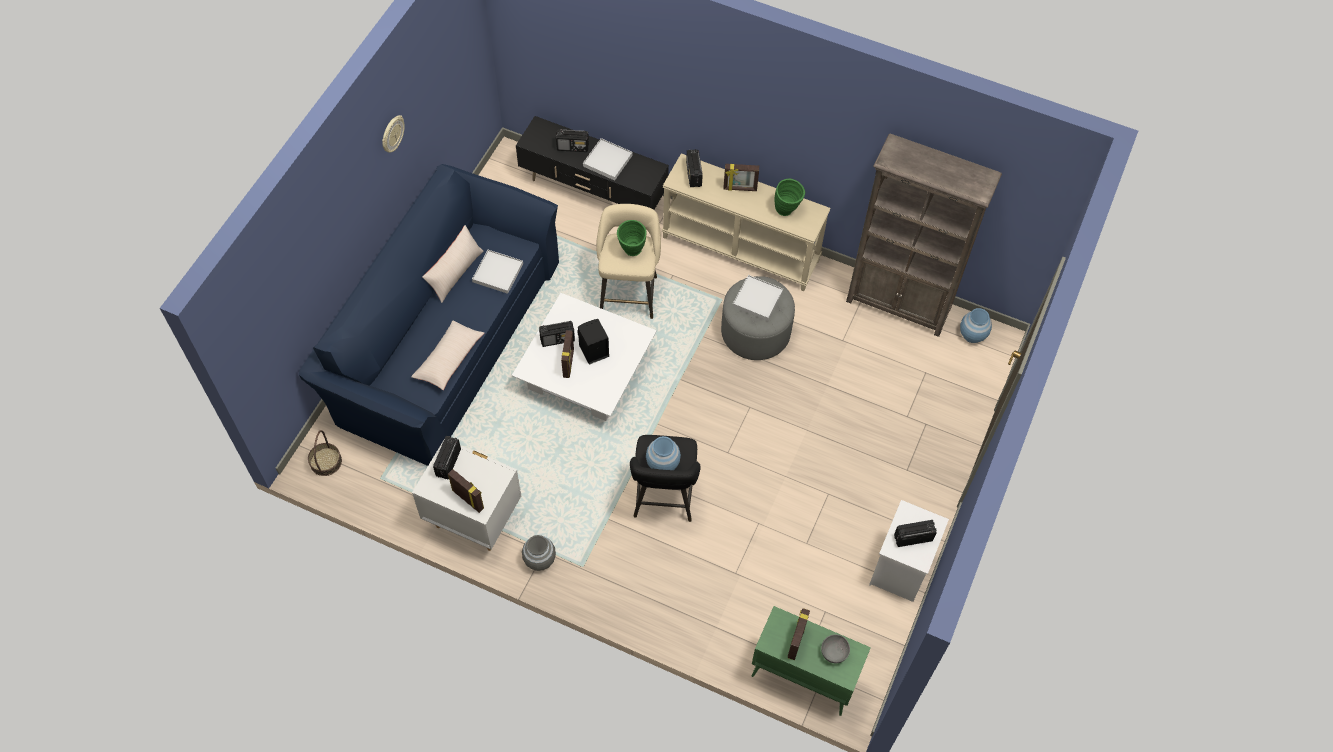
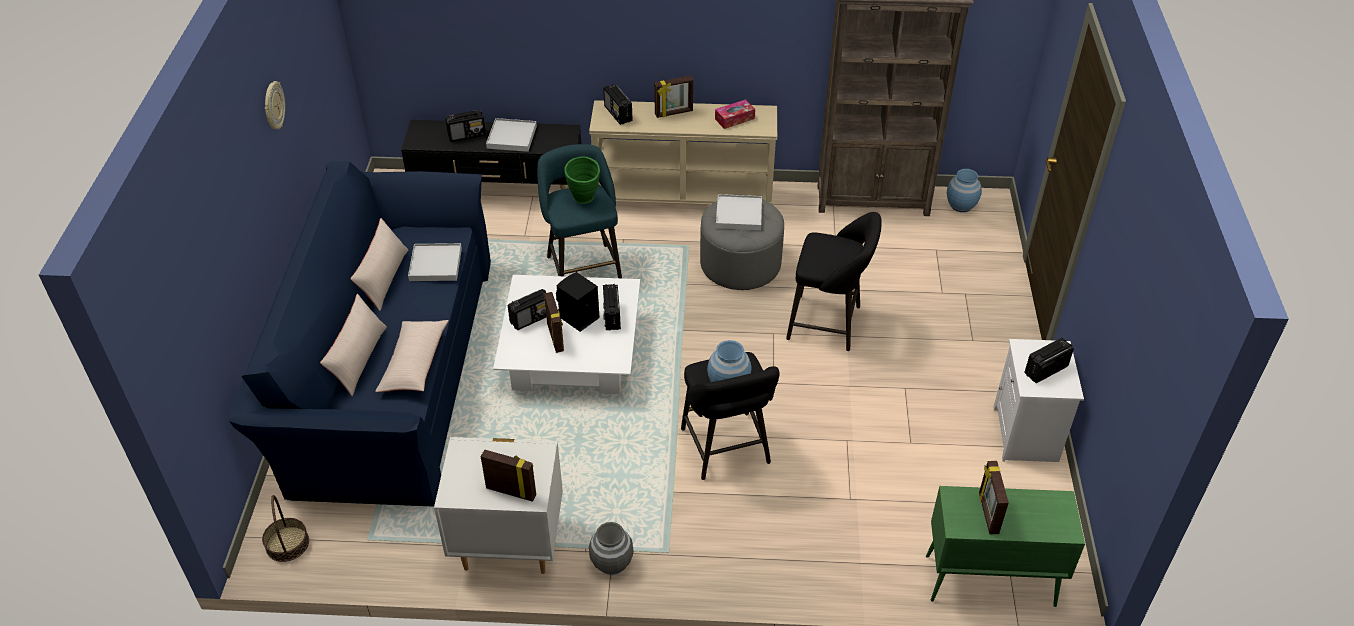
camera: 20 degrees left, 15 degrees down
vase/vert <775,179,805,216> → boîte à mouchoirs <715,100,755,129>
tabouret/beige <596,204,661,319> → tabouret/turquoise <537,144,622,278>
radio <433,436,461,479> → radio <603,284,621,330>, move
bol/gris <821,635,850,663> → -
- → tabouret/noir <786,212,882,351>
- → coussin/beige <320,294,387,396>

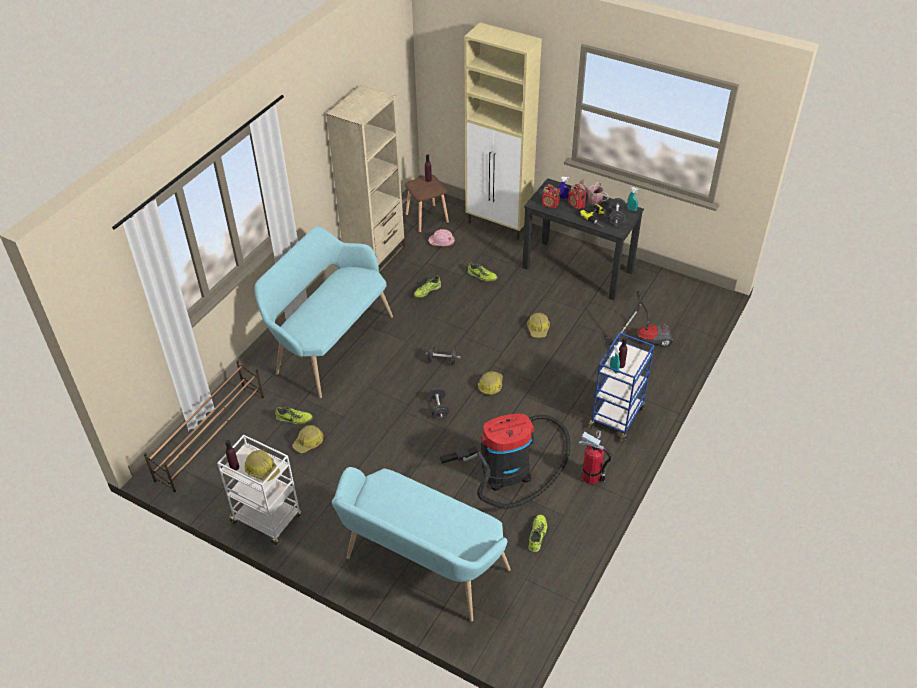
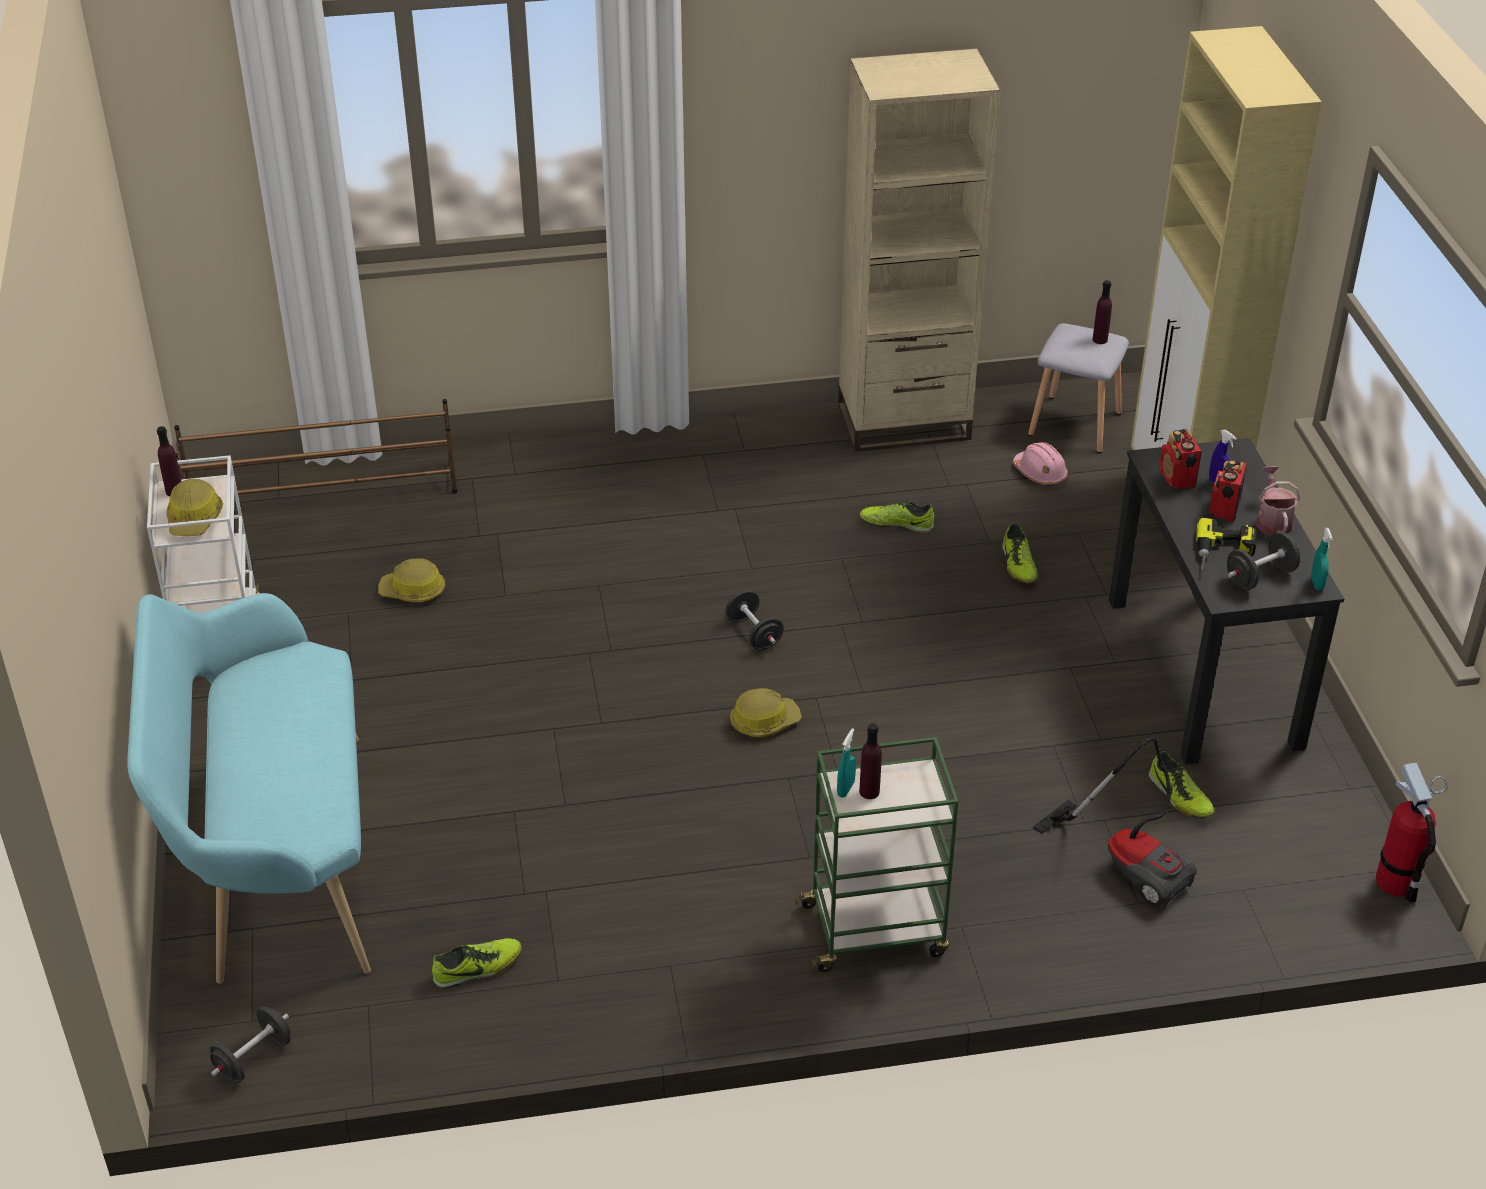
camera: 50 degrees right, 5 degrees down
tabouret/marron <405,175,449,233> → tabouret/gris <1028,323,1129,453>
banc/turquoise <254,226,393,398> → -
casque de chantier <527,313,550,338> → -
chariot/bleu <587,332,655,443> → chariot/vert <795,737,958,972>
haltère/noir <428,388,449,418> → haltère/noir <210,1007,290,1083>, move
chaussure <275,407,313,424> → chaussure <1149,751,1214,819>, move
aspirateur <440,414,571,509> → -
extincteur <578,430,612,484> → extincteur <1376,763,1448,903>, move

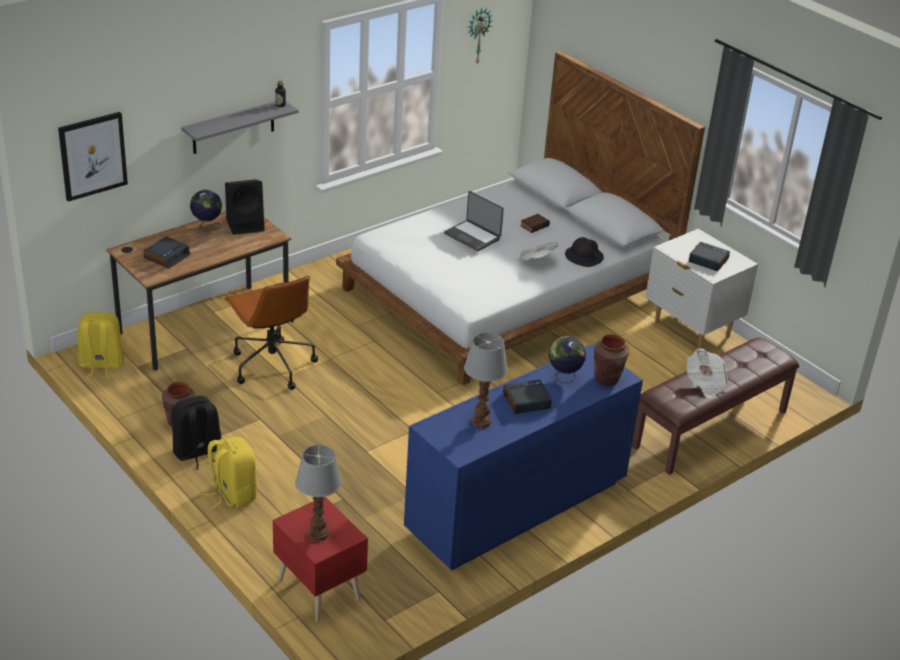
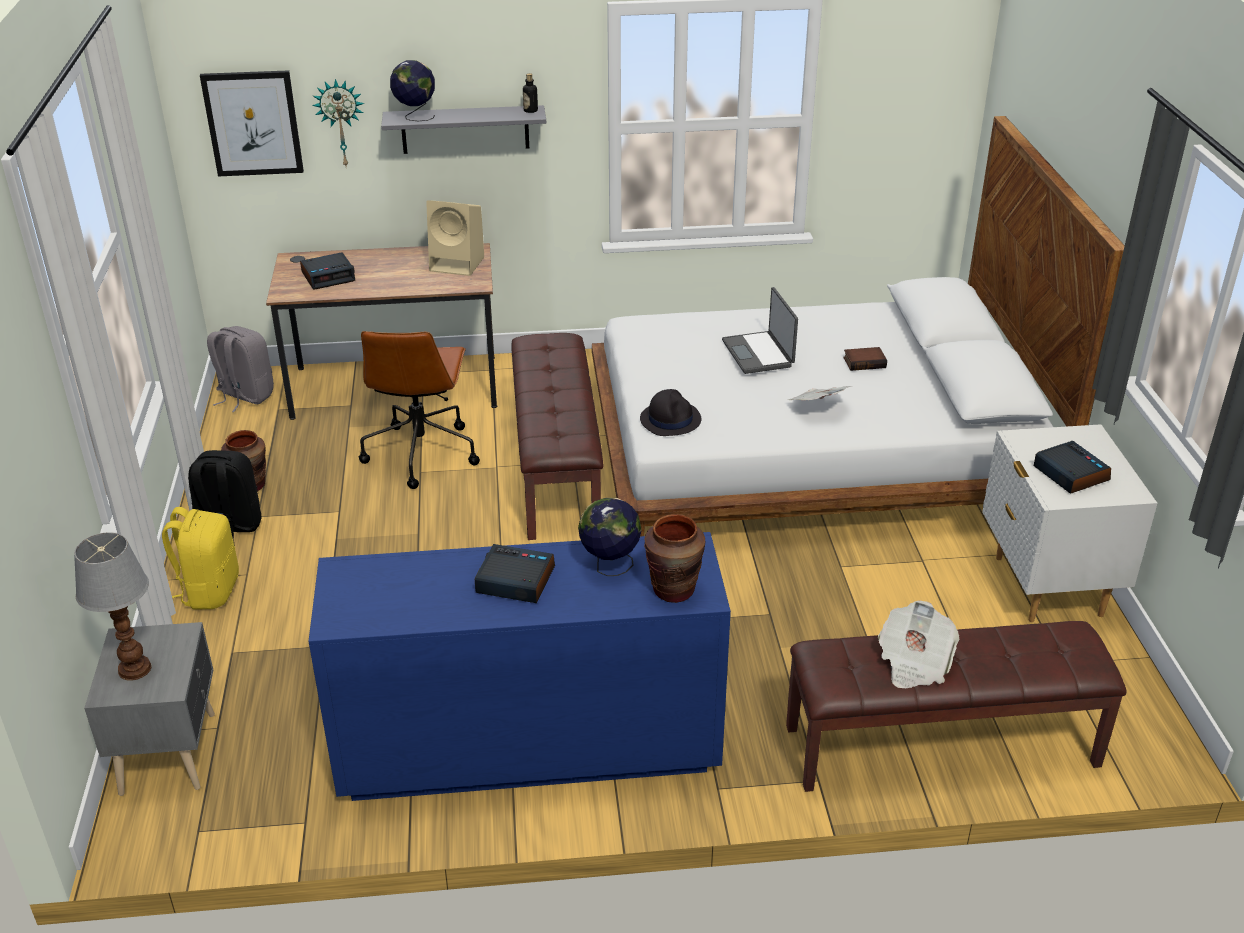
camera: 35 degrees right, 0 degrees up
horloge murale <468,8,494,65> → horloge murale <312,79,364,166>, move
enceinte/noir <225,179,265,235> → enceinte/beige <426,200,484,276>
globe <190,190,222,231> → globe <390,60,435,121>, move
chapeau/noir <565,237,604,267> → chapeau/noir <640,389,701,436>, move
sac à dos/jaune <77,312,124,378> → sac à dos/gris <207,326,274,412>
lampe de table <464,333,508,428> → -
table de chevet/rouge <273,497,368,622> → table de chevet/gris <84,622,215,796>
- → banc/marron <511,333,603,540>

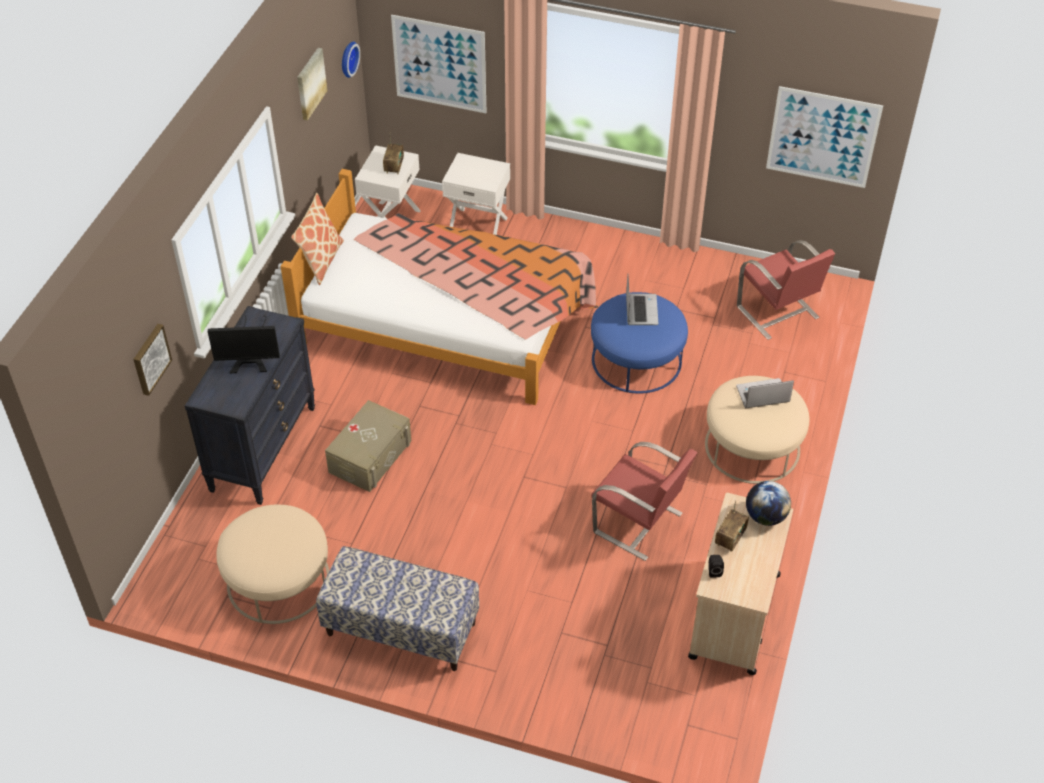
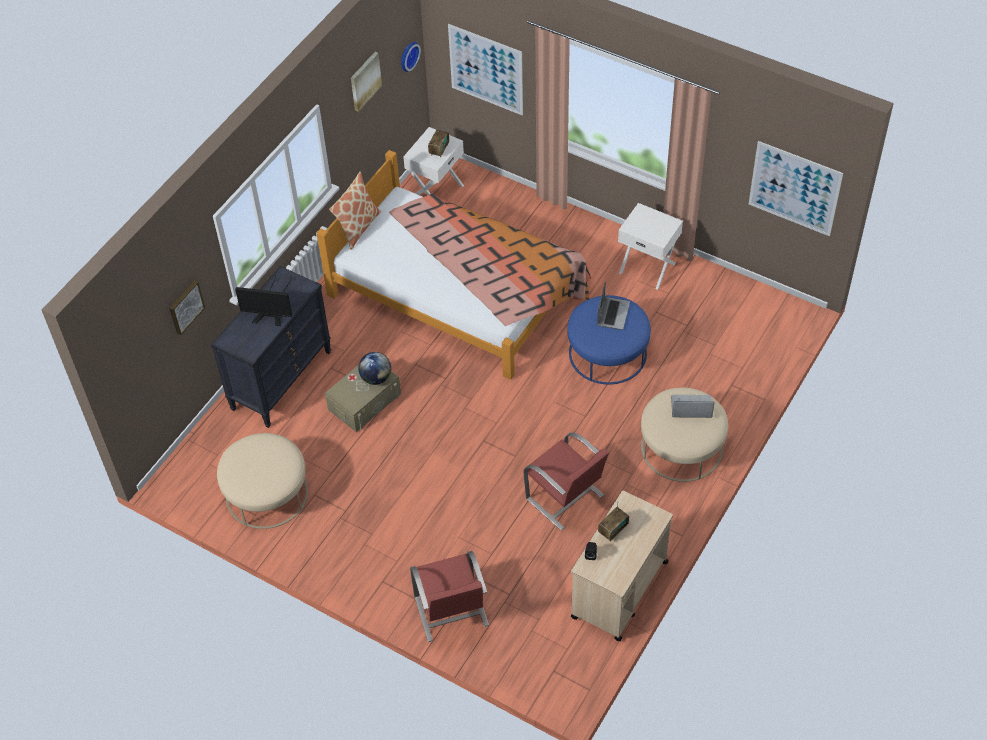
camera: 15 degrees right, 5 degrees up
table de chevet/blanc <442,153,510,235> → table de chevet/blanc <618,203,683,290>, move
chaise/rouge <737,240,835,340> → chaise/rouge <410,551,489,642>, move
globe <746,481,791,526> → globe <358,352,391,385>, move
banc <316,546,479,671> → -

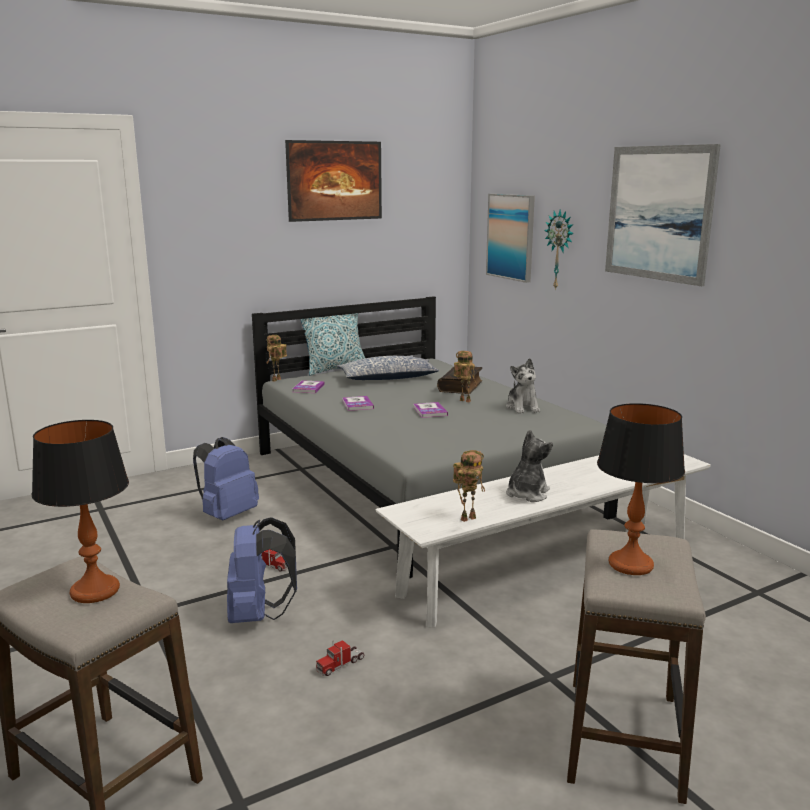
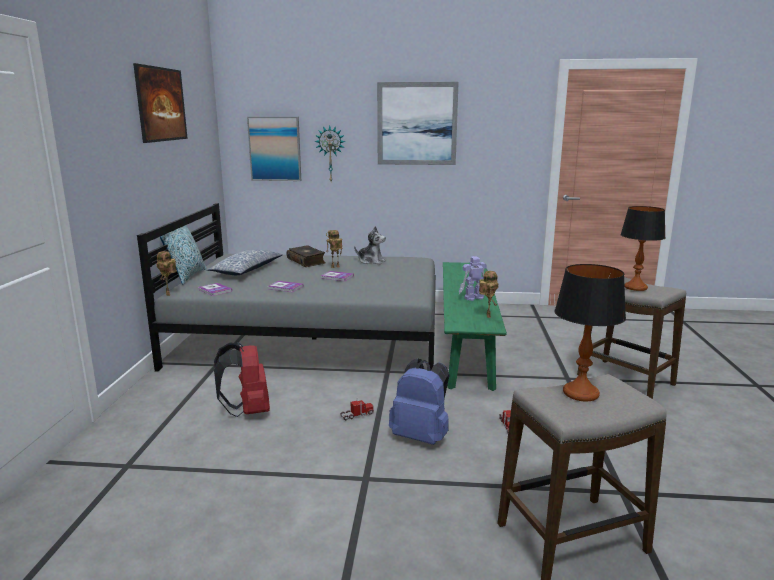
camera: 55 degrees left, 0 degrees up
peluche <506,429,553,502> → robot jouet <459,256,487,301>
sac à dos/bleu <193,437,259,521> → sac à dos/rouge <214,342,270,417>
banc/blanc <376,454,711,628> → banc/vert <443,262,507,391>

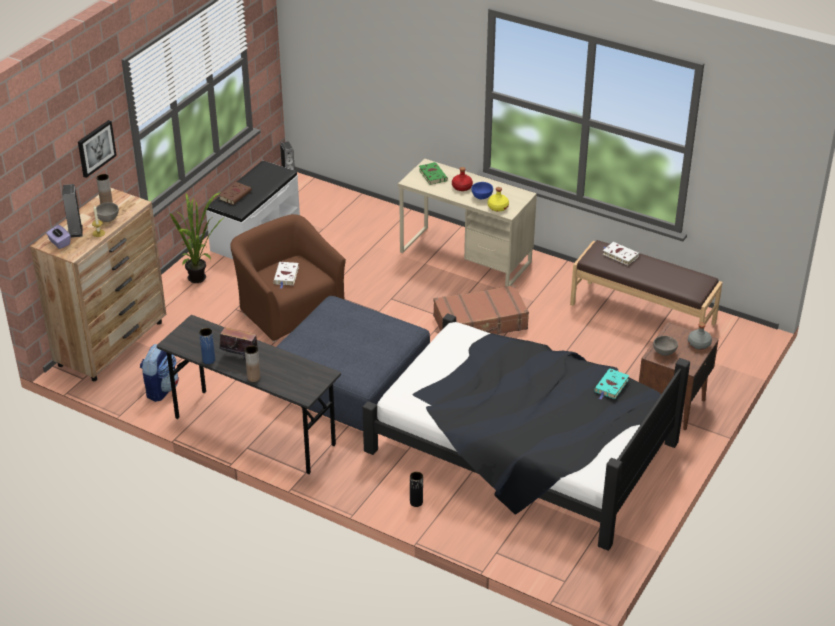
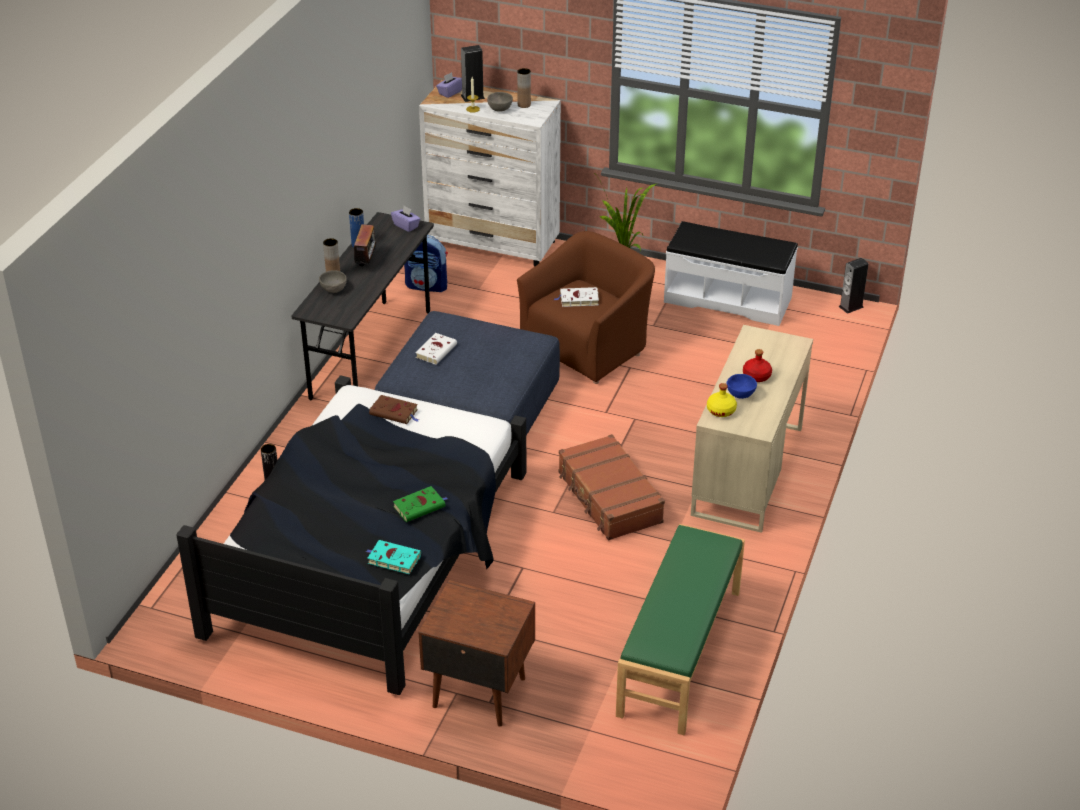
camera: 80 degrees right, 0 degrees up
tableau <78,120,117,178> → -
livre/vert <419,162,448,185> → livre/vert <393,486,448,522>, move
livre/marron <219,182,252,205> → livre/marron <369,395,419,424>, move
commode/marron <30,188,166,381> → commode/blanc <419,80,561,266>
banc/marron <570,240,723,329> → banc/vert <616,524,745,735>
livre/blanc <603,242,639,266> → livre/blanc <415,333,457,365>, move
bouteille/gris <688,323,712,350> → -
bol/gris <653,336,678,356> → bol/gris <319,270,347,293>, move
- → boîte à mouchoirs/violet <391,206,420,232>

